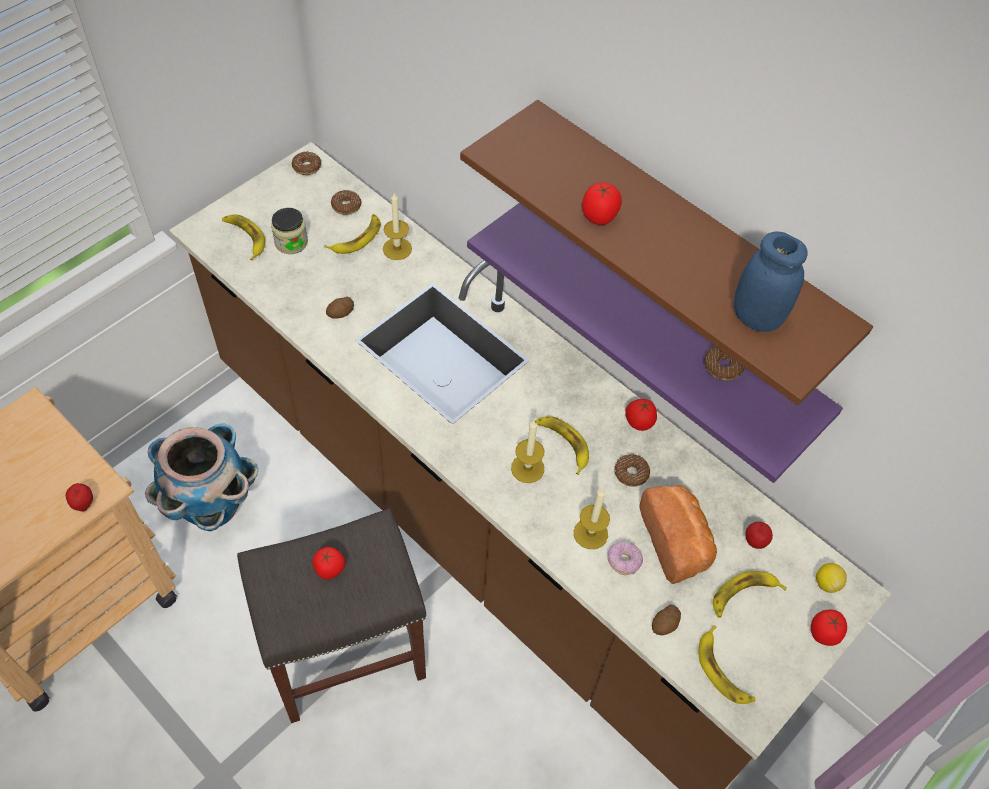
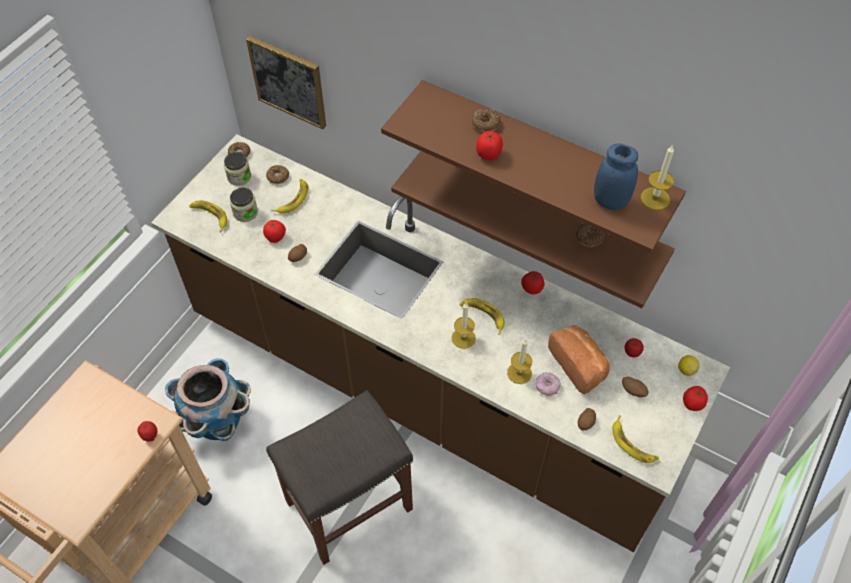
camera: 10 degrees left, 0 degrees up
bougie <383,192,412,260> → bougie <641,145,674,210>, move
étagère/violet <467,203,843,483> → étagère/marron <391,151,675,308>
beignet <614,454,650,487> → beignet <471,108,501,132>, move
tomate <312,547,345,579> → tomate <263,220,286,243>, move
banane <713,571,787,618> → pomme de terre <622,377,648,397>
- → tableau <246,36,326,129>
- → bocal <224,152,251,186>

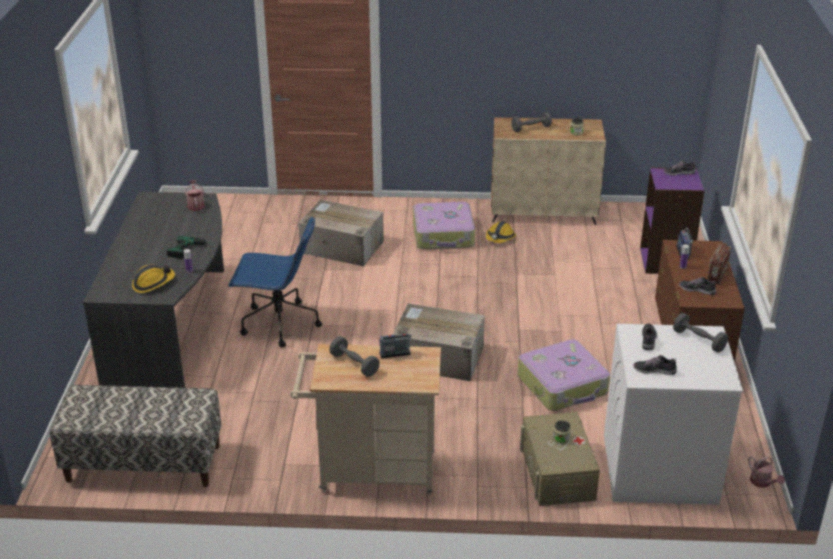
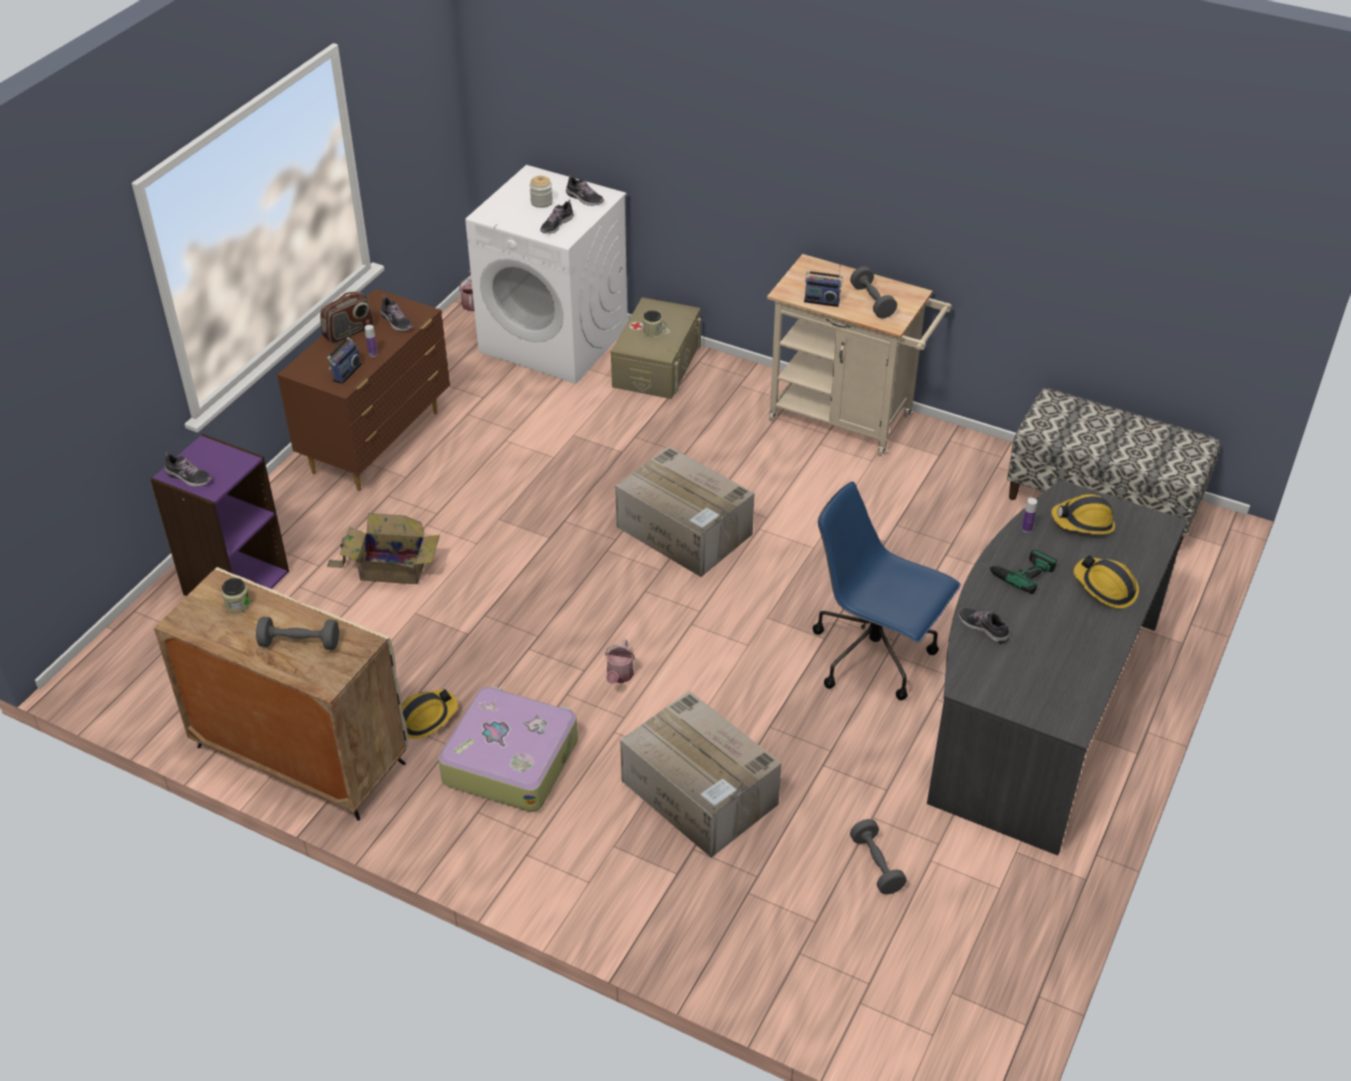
camera: 155 degrees left, 10 degrees up
arrosoir <185,180,205,211> → arrosoir <605,639,635,684>, move
haltère/gris <673,313,728,353> → haltère/gris <850,819,907,895>, move
valise <517,339,610,411> → -
- → bocal <530,175,553,208>
- → carton <327,513,440,584>
- → casque de chantier <1074,555,1139,609>
- → chaussure <959,608,1010,644>

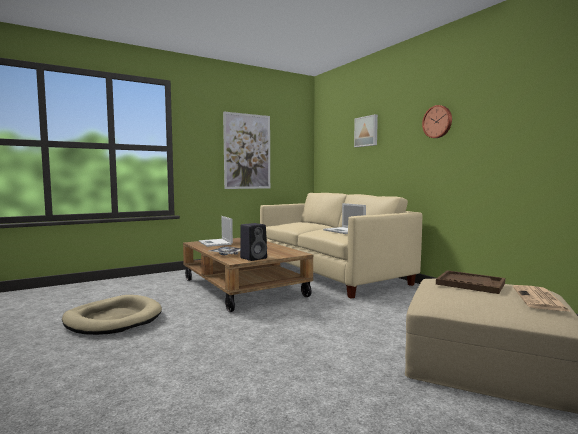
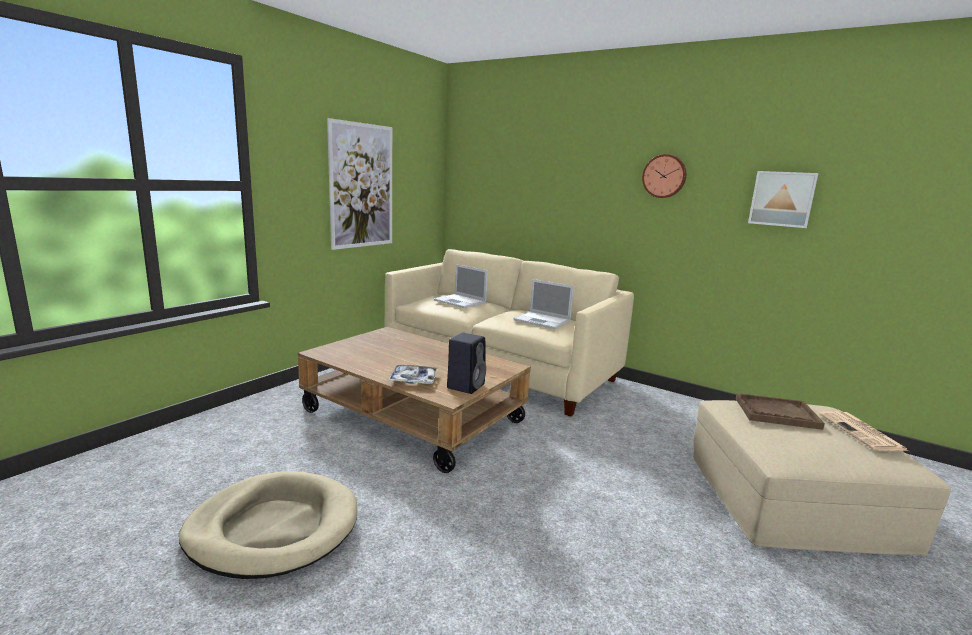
camera: 25 degrees left, 10 degrees up
tableau <354,114,378,147> → tableau <748,171,819,228>, move
ordinateur portable <199,216,233,247> → ordinateur portable <434,264,488,308>, move

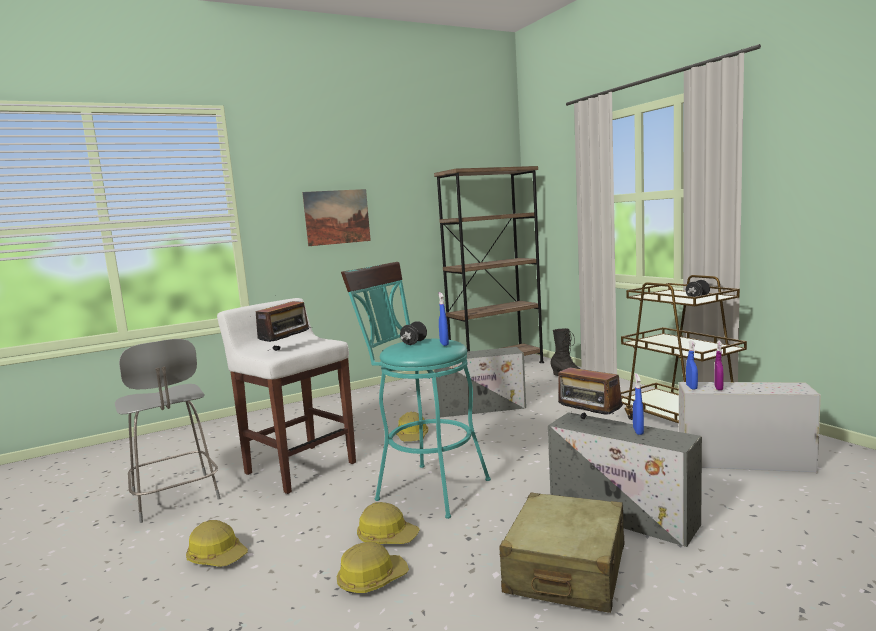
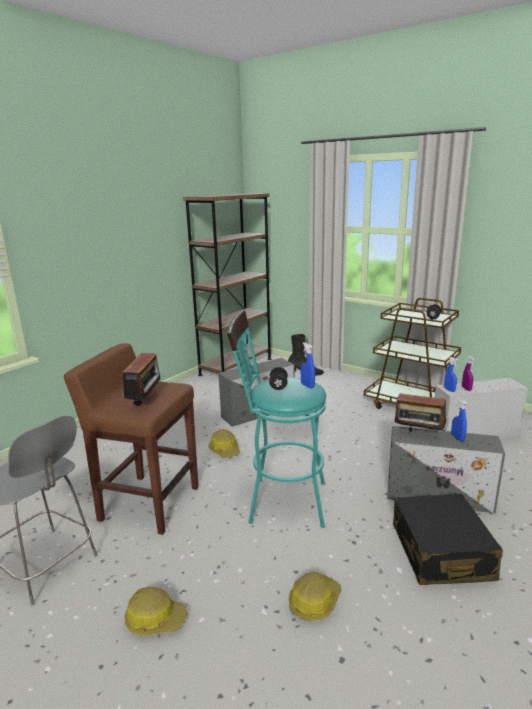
camera: 25 degrees left, 10 degrees up
tableau <302,189,371,246> → -
tabouret/blanc <217,298,356,494> → tabouret/marron <64,343,198,535>
valise/beige <499,493,625,613> → valise/noir <393,494,503,585>
casque de chantier <357,502,420,544> → -

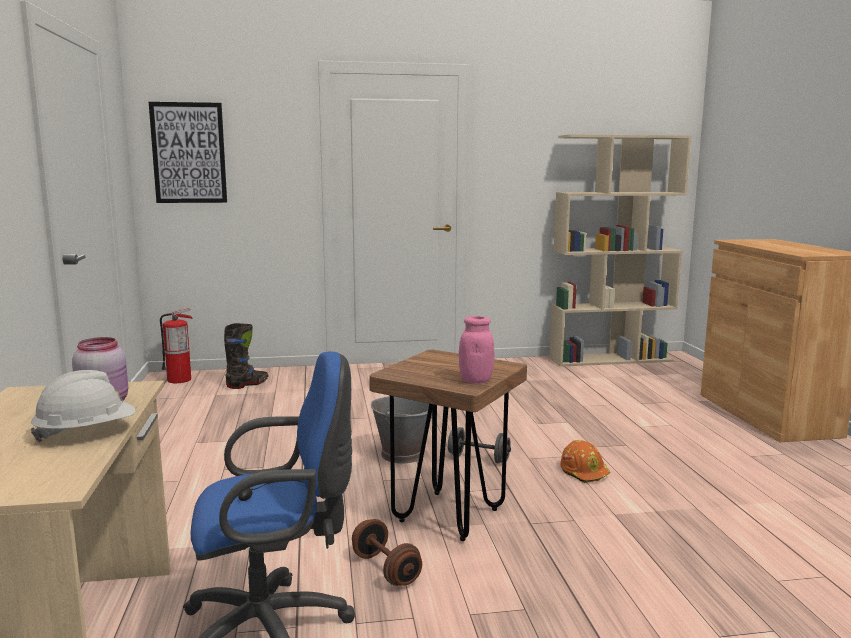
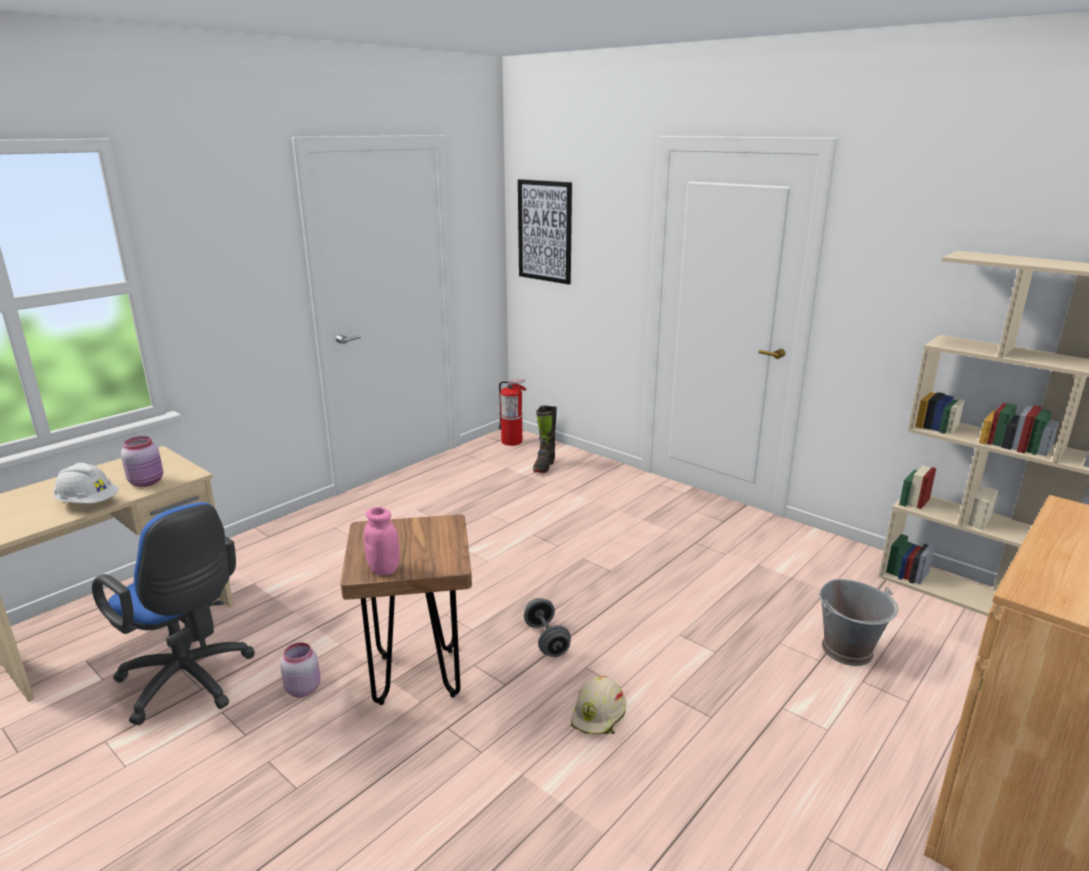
camera: 50 degrees right, 10 degrees up
botte/noir <224,323,268,389> → botte/noir <533,406,557,473>, 105 degrees clockwise
seau/gris <371,396,429,464> → seau/gris <820,579,898,666>, move
casque de chantier/orange <560,440,610,483> → casque de chantier/beige <571,676,626,734>
haltère/marron <352,519,422,586> → bocal/rose <280,643,320,697>

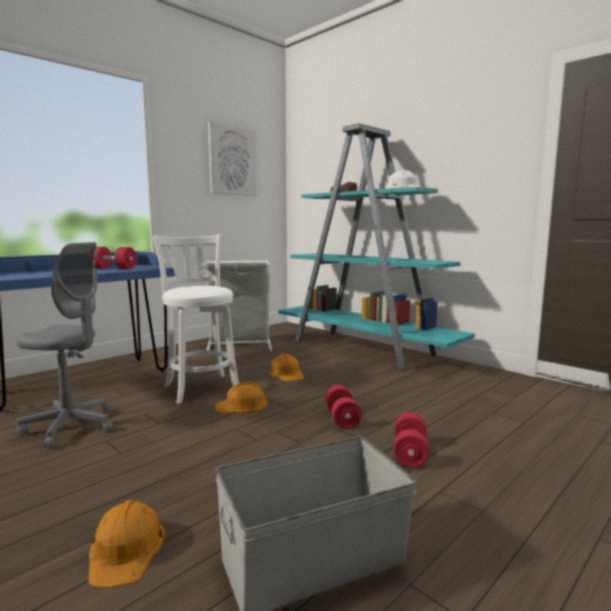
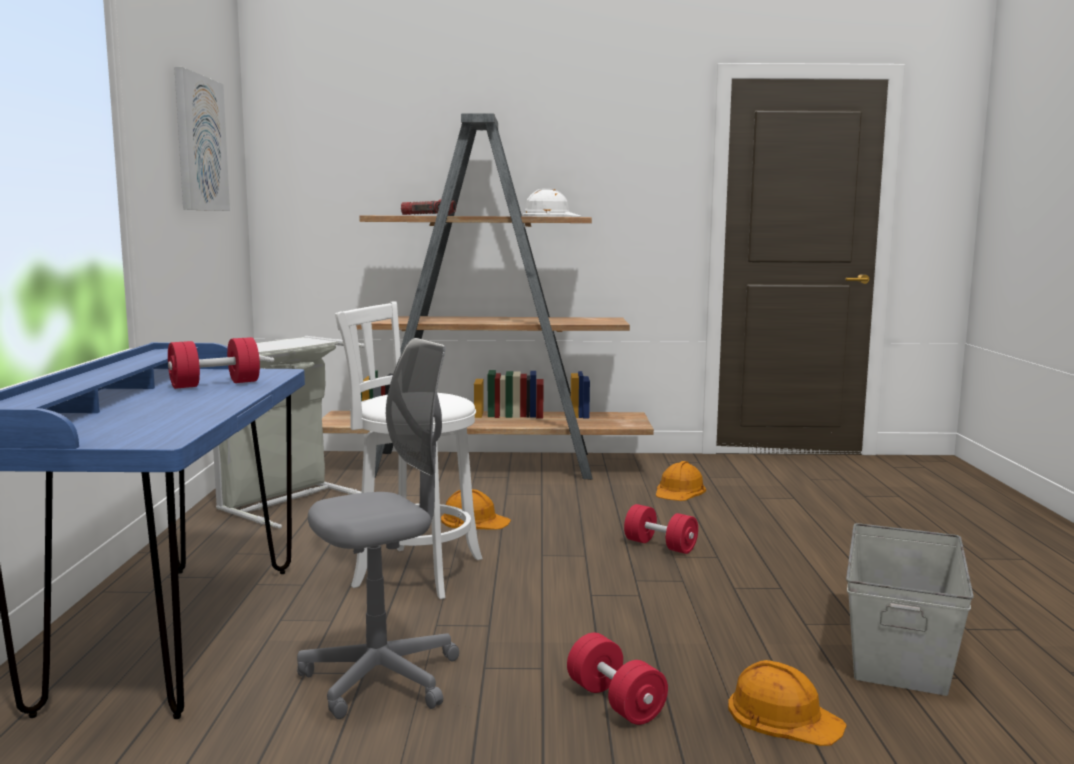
camera: 45 degrees left, 0 degrees up
bibliothèque/turquoise <278,123,475,370> → bibliothèque/marron <322,113,654,480>
casque de chantier/orange <215,382,267,413> → casque de chantier/orange <656,461,706,501>, move
haltère/rouge <394,412,429,468> → haltère/rouge <567,633,668,725>, move

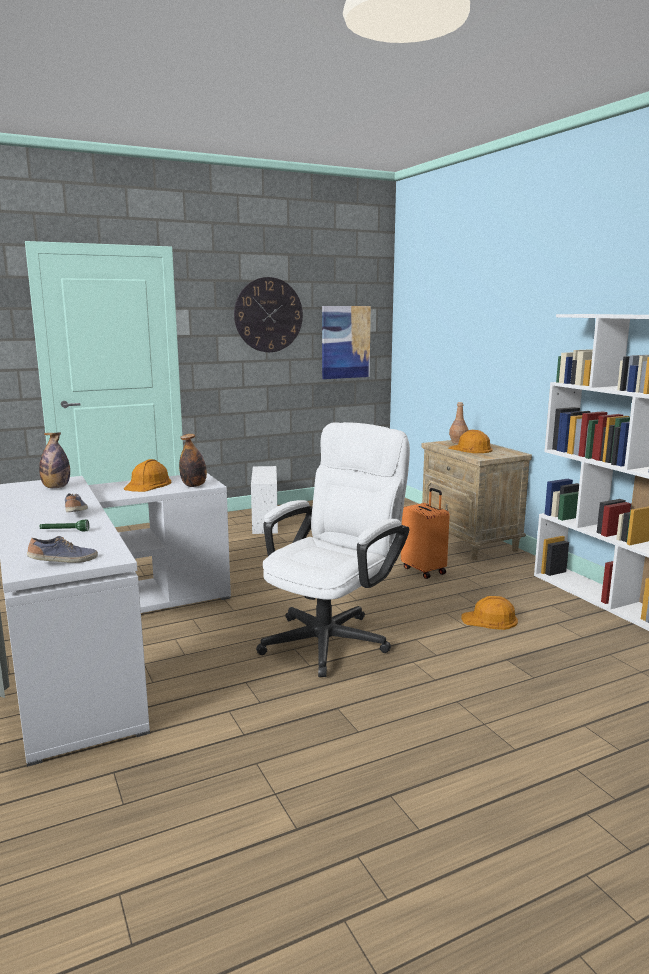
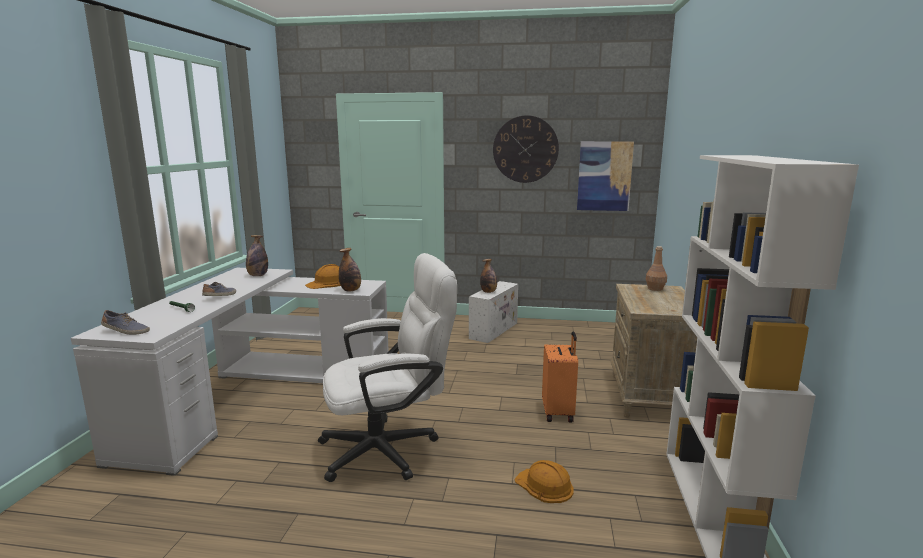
camera: 35 degrees right, 0 degrees up
casque de chantier/orange <449,430,493,453> → -
- → bouteille <480,259,497,293>

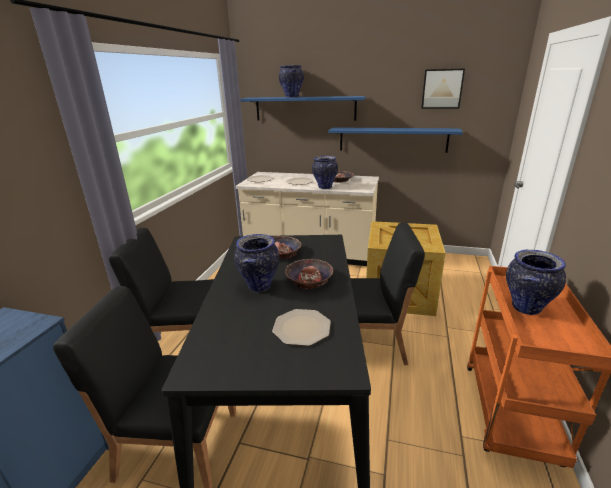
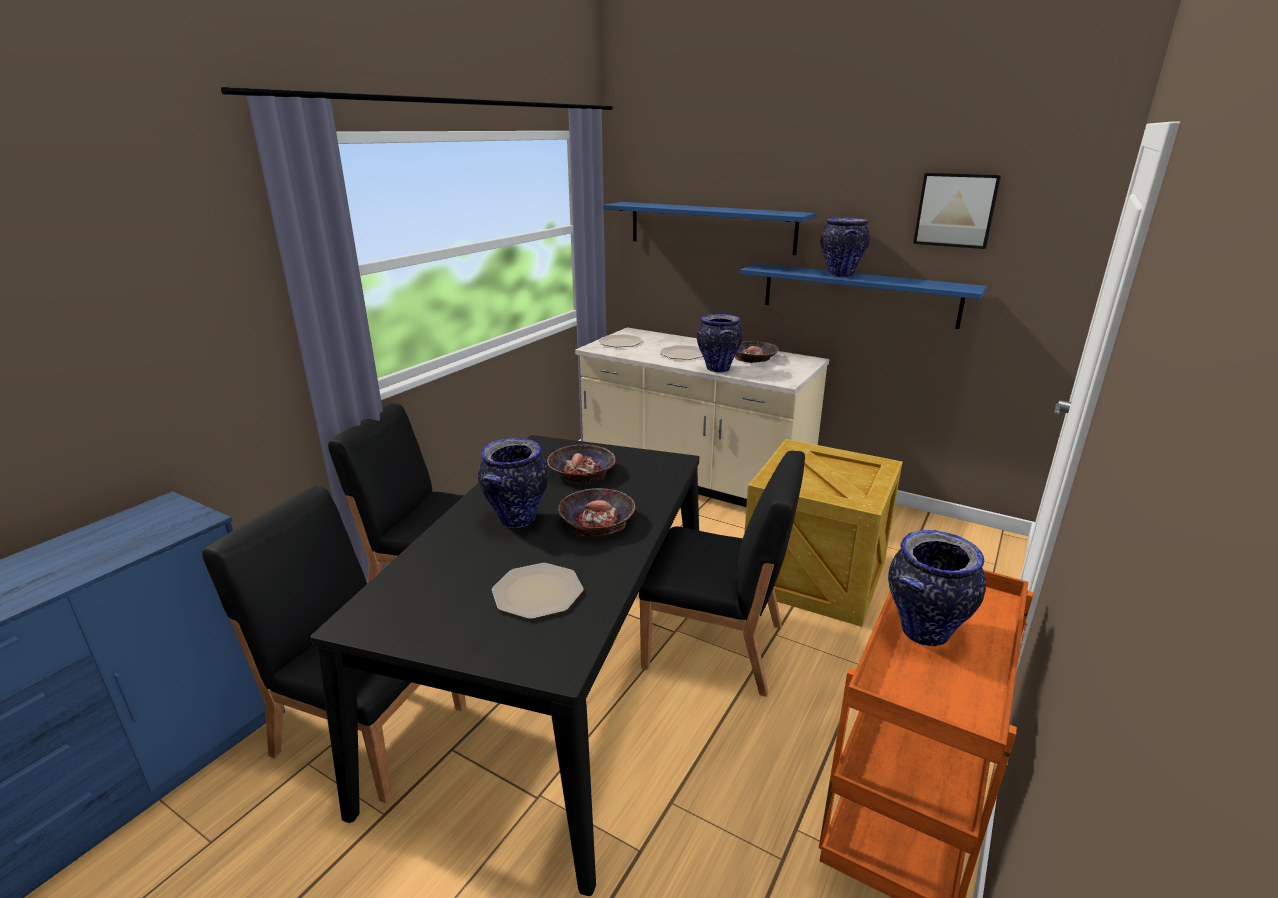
camera: 15 degrees right, 0 degrees up
vase <279,65,304,98> → vase <821,218,870,277>, move

